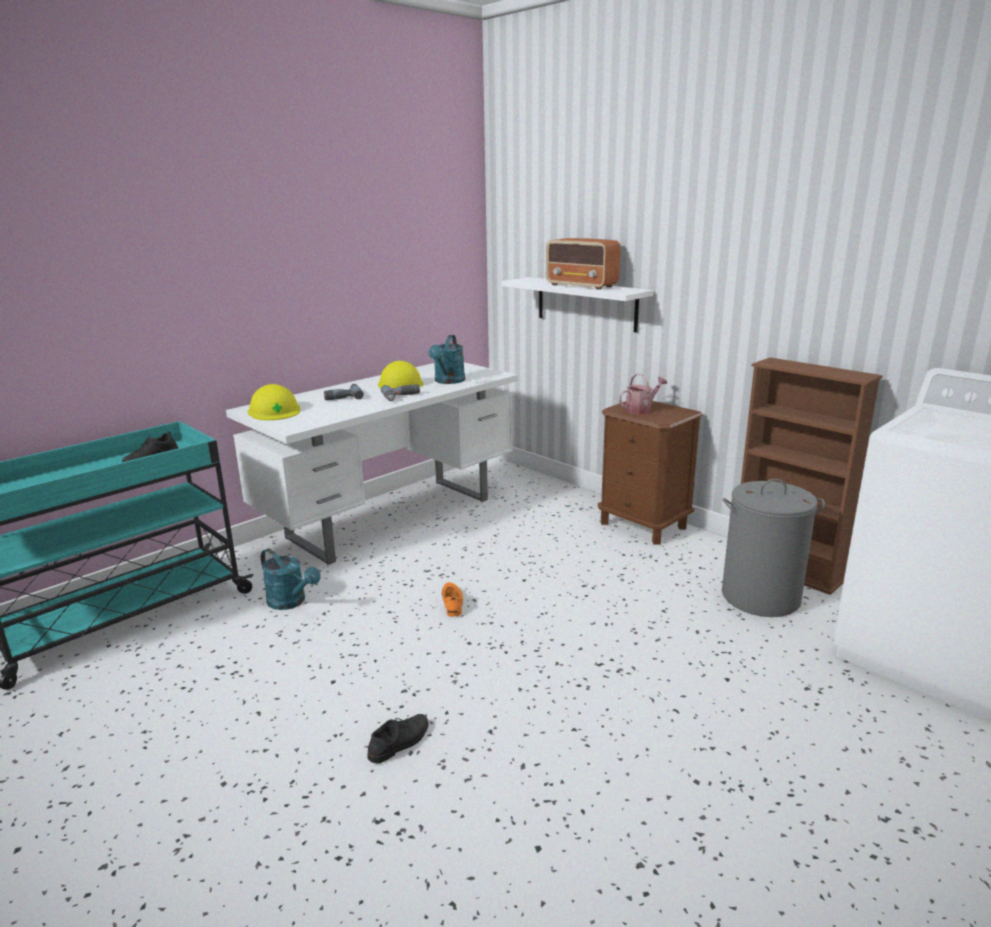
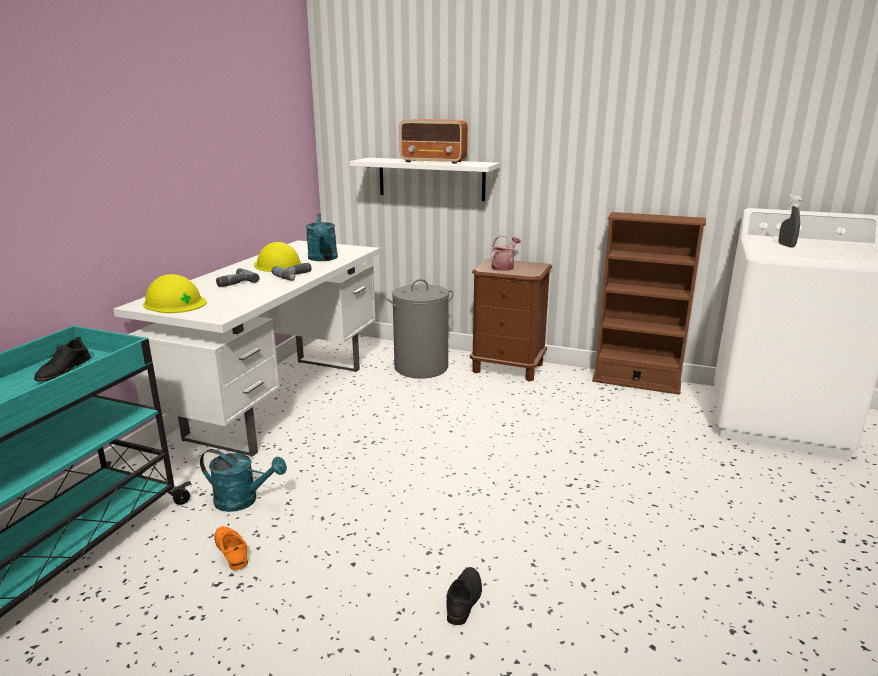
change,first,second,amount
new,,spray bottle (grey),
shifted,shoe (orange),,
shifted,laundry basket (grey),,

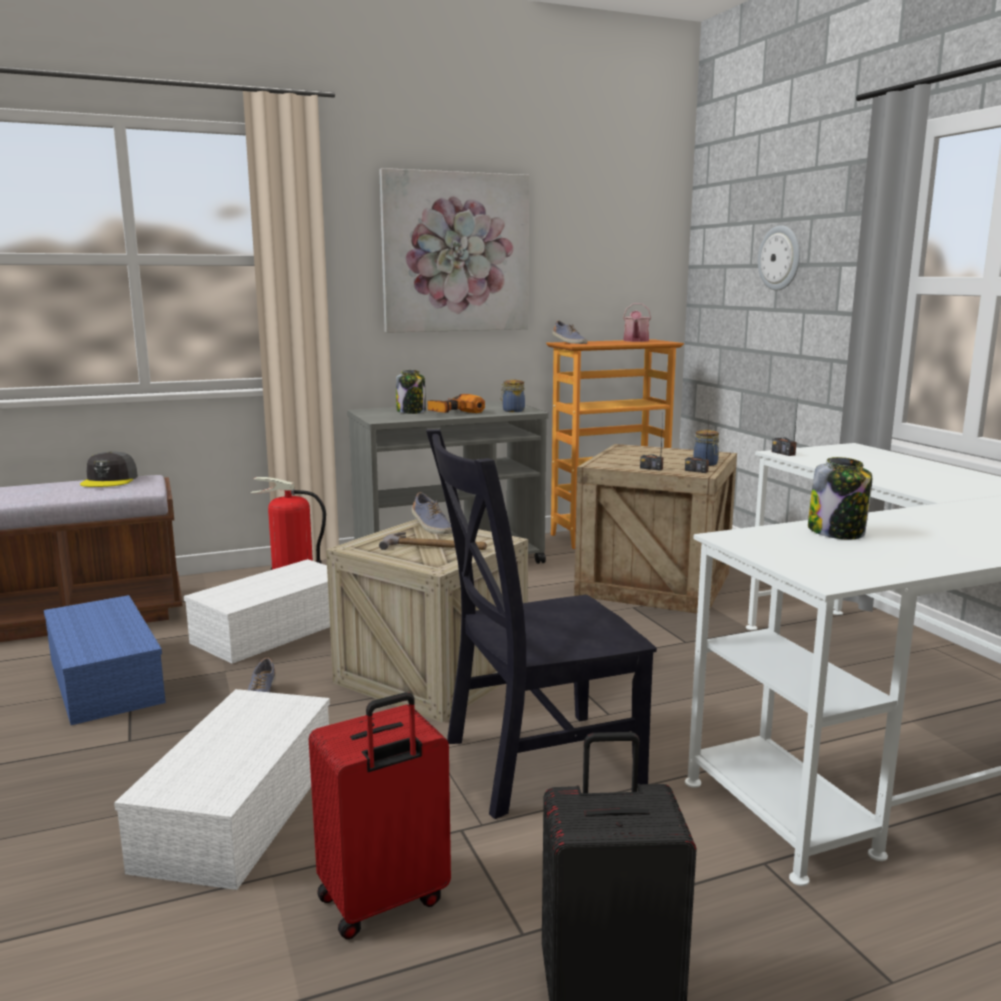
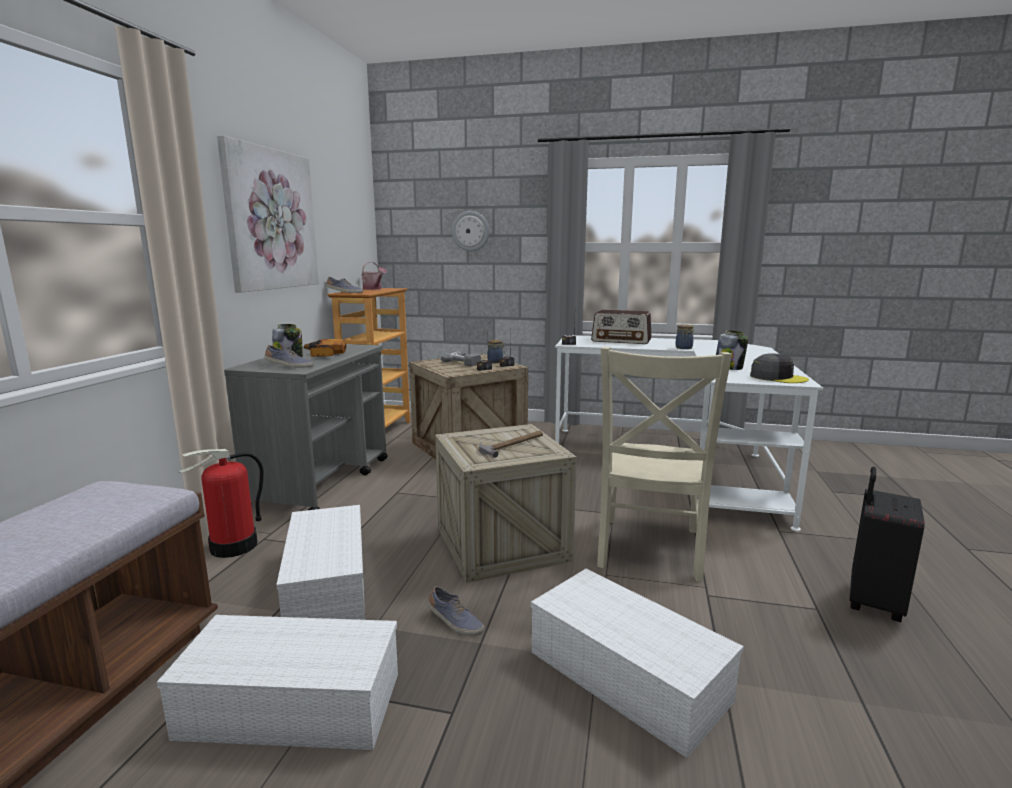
change,first,second,amount
gone,suitcase (red),,
new,,power drill (no. 2 from left),
new,,radio (no. 4 from left),
shifted,cap (grey),,
shifted,shoe (no. 2 from left in the first image),shoe (no. 1 from left),
shifted,jar (no. 2 from left in the first image),jar (no. 3 from left),
repainted,storage box (blue),storage box (white) (no. 1 from left),
repainted,chair (black),chair (beige),

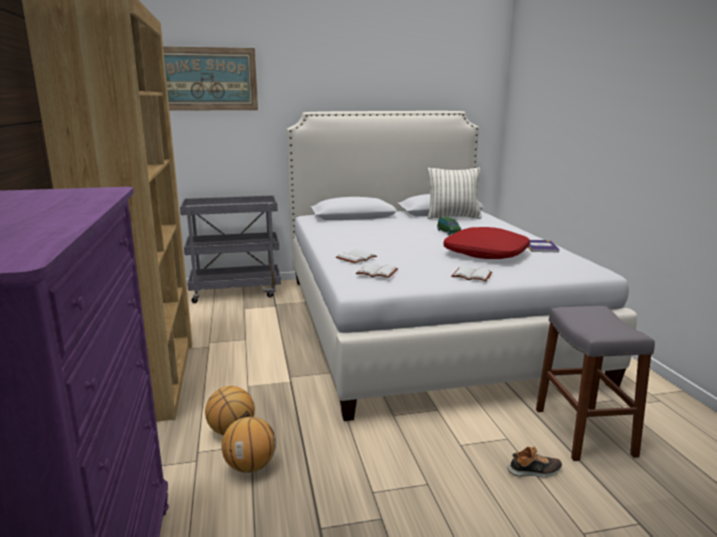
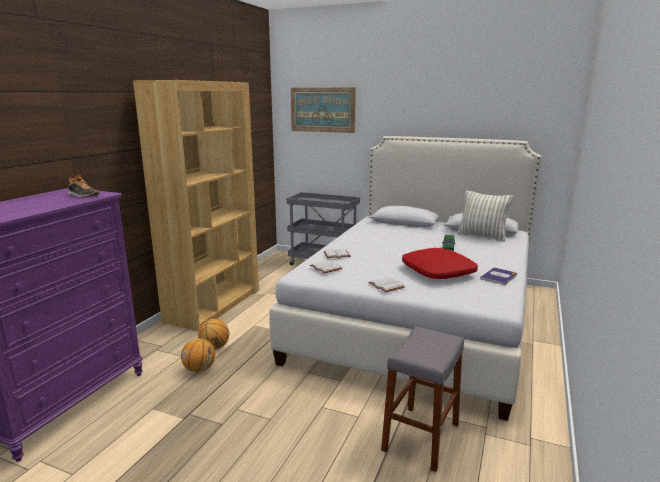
change,first,second,amount
shifted,shoe,,

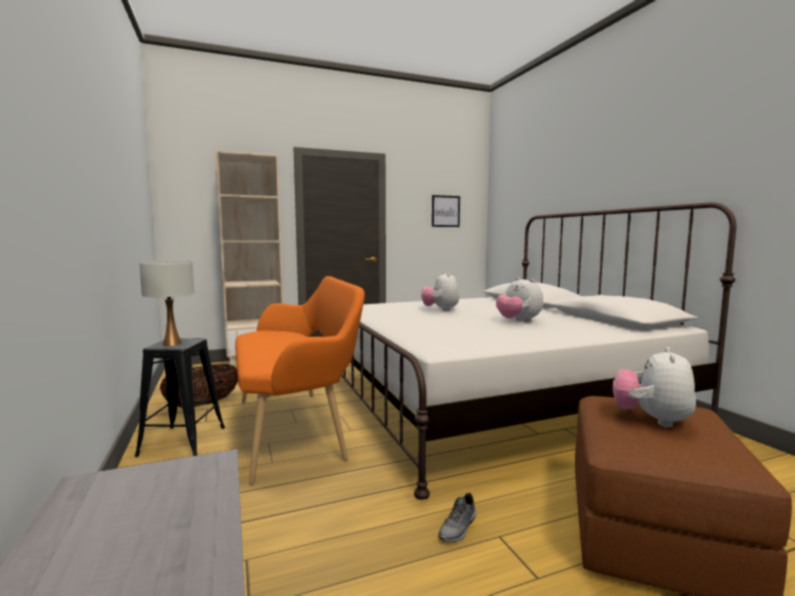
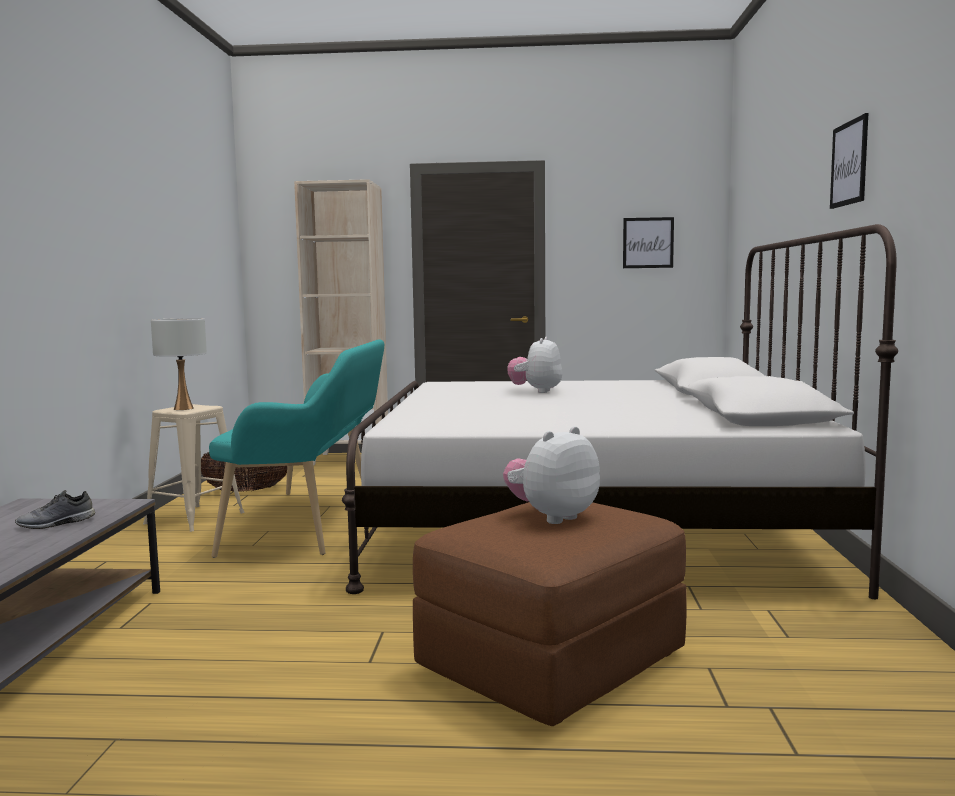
change,first,second,amount
gone,plush toy (no. 2 from left),,
new,,picture (no. 2 from left),
shifted,shoe (grey),,
repainted,stool (black),stool (beige),
repainted,bench (orange),bench (turquoise),

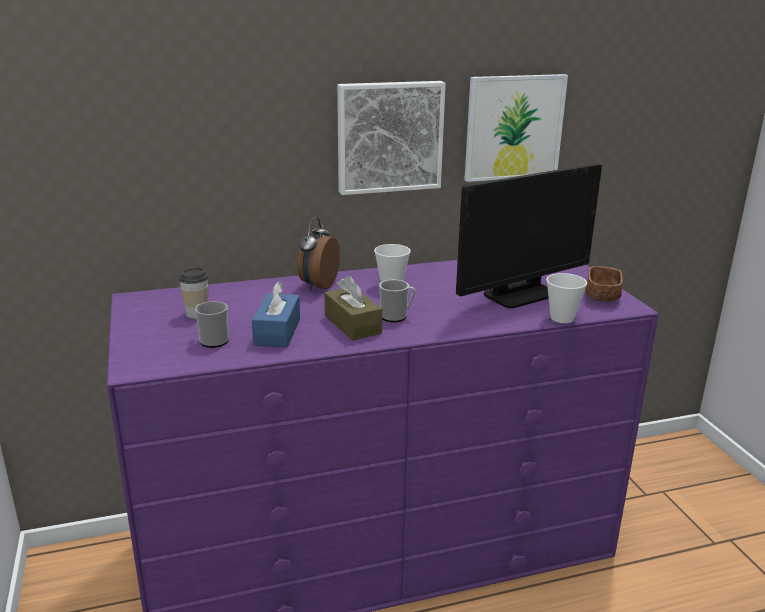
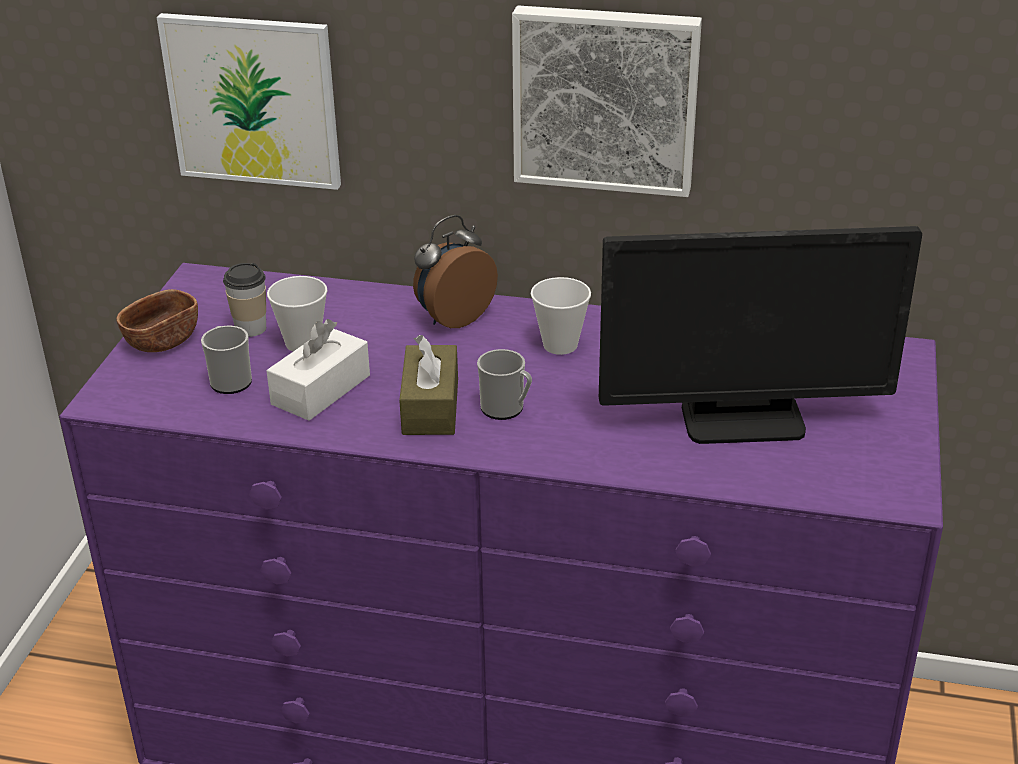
change,first,second,amount
shifted,picture (no. 2 from left in the first image),picture (no. 1 from left),
shifted,cup (no. 3 from left in the first image),cup (no. 2 from left),
shifted,bowl (brown),,
repainted,tissue box (blue),tissue box (white),

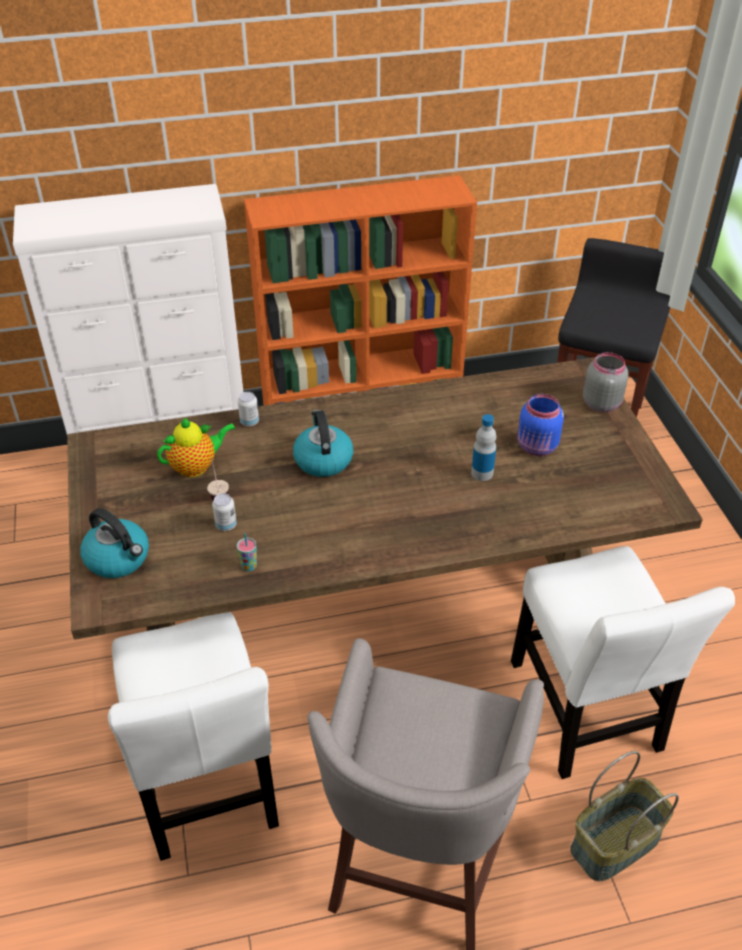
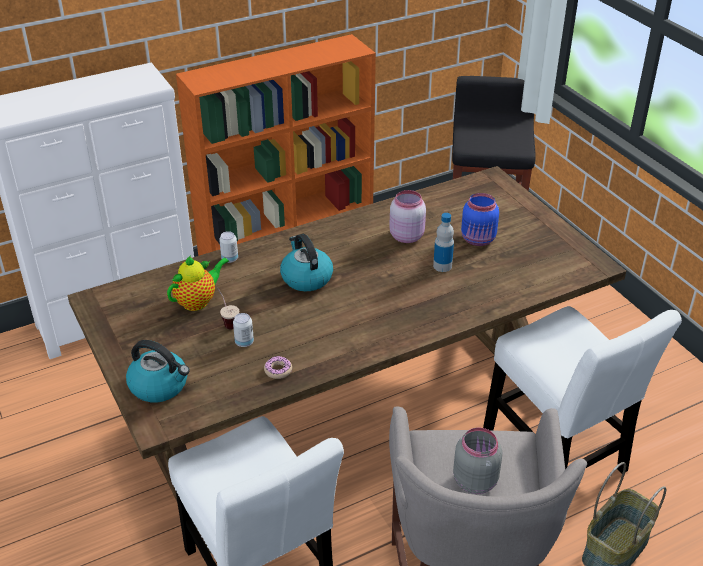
change,first,second,amount
new,,jar (pink),
shifted,jar (grey),,
swapped,cup (no. 2 from left),donut,

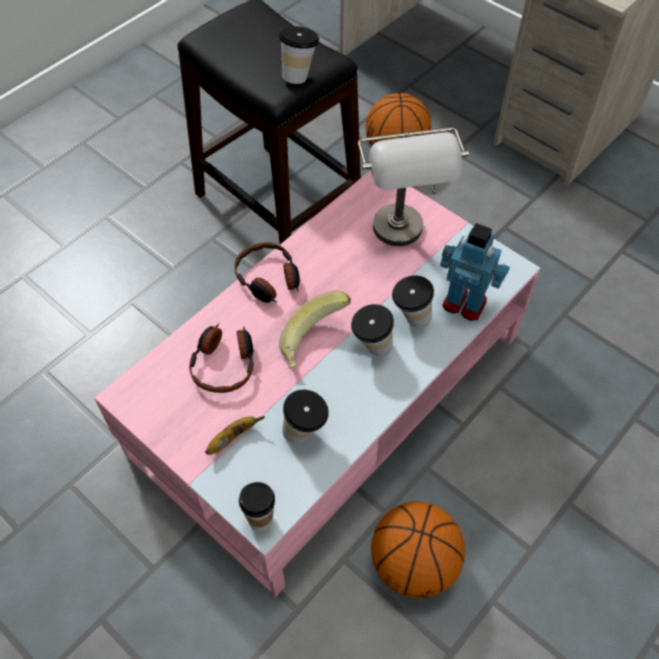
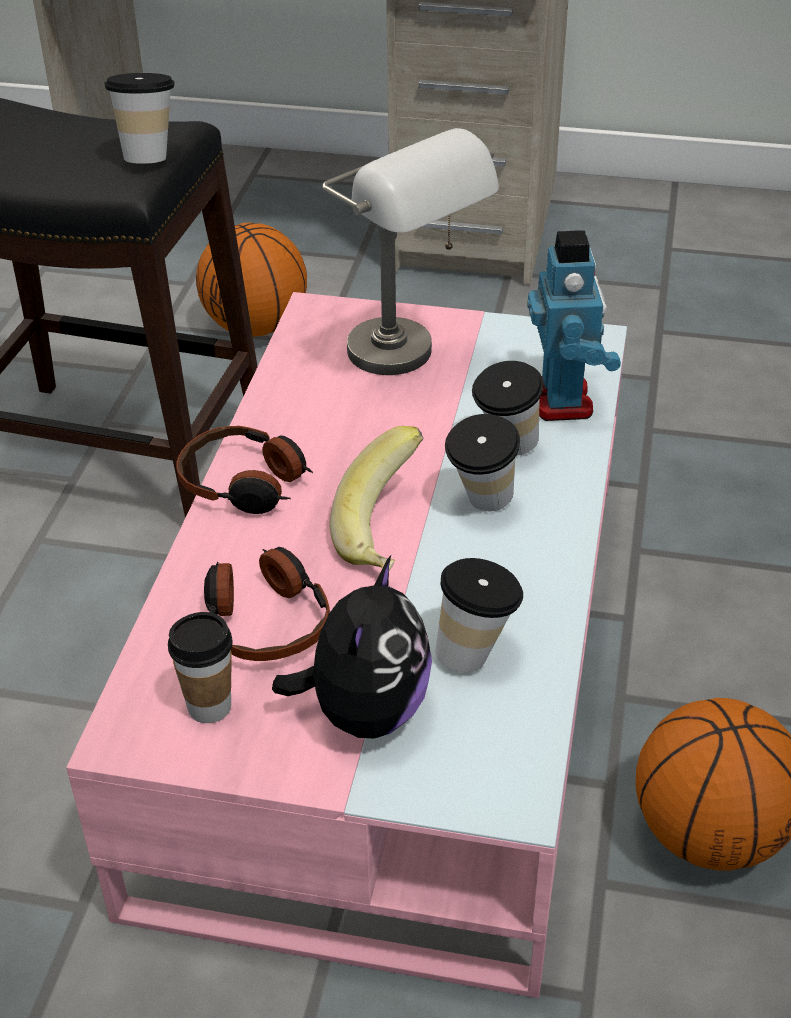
change,first,second,amount
shifted,cup (no. 1 from left in the first image),cup (no. 2 from left),
swapped,banana (no. 1 from left),plush toy,
rotated,toy robot,,90 degrees clockwise

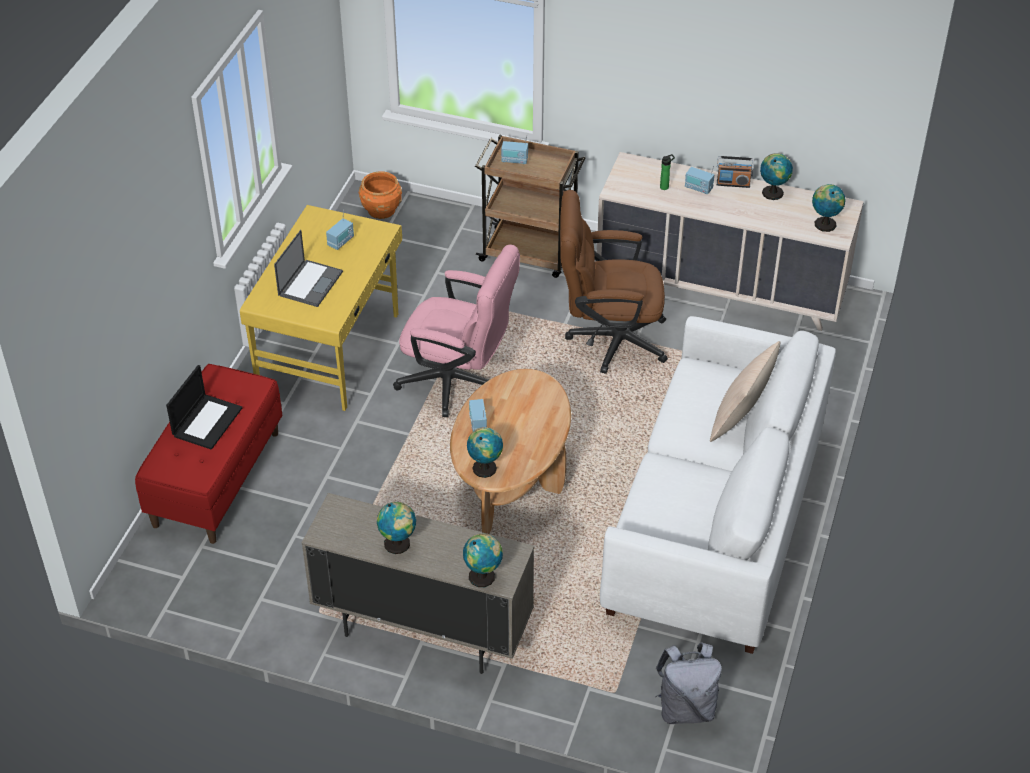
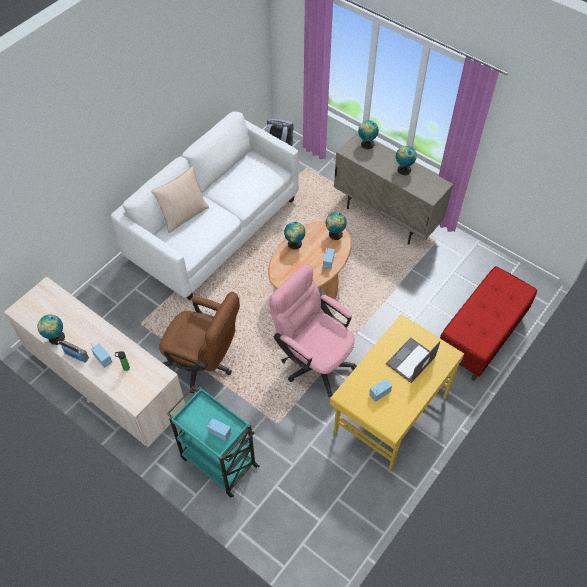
change,first,second,amount
gone,laptop (no. 1 from left),,
gone,planter (orange),,
shifted,globe (no. 5 from left in the first image),globe (no. 2 from left),
repainted,cart (brown),cart (turquoise),

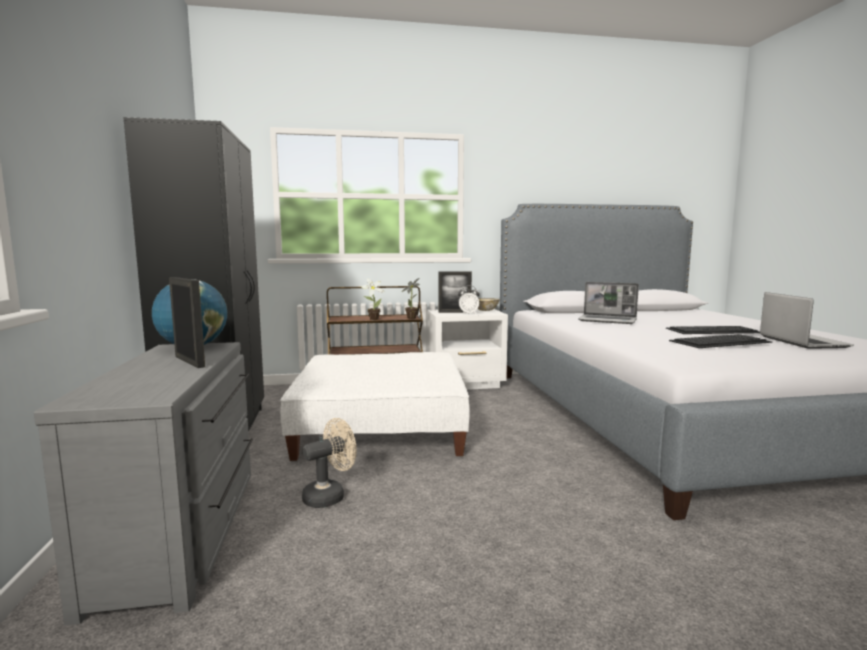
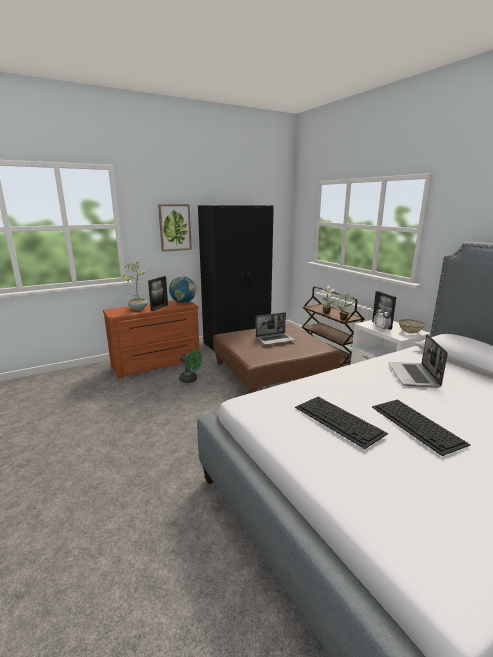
change,first,second,amount
new,,potted plant (no. 1 from left),
new,,picture,
shifted,laptop (no. 2 from left in the first image),laptop (no. 1 from left),
repainted,dresser (grey),dresser (brown),
repainted,ottoman (white),ottoman (brown),
repainted,fan (beige),fan (green),

